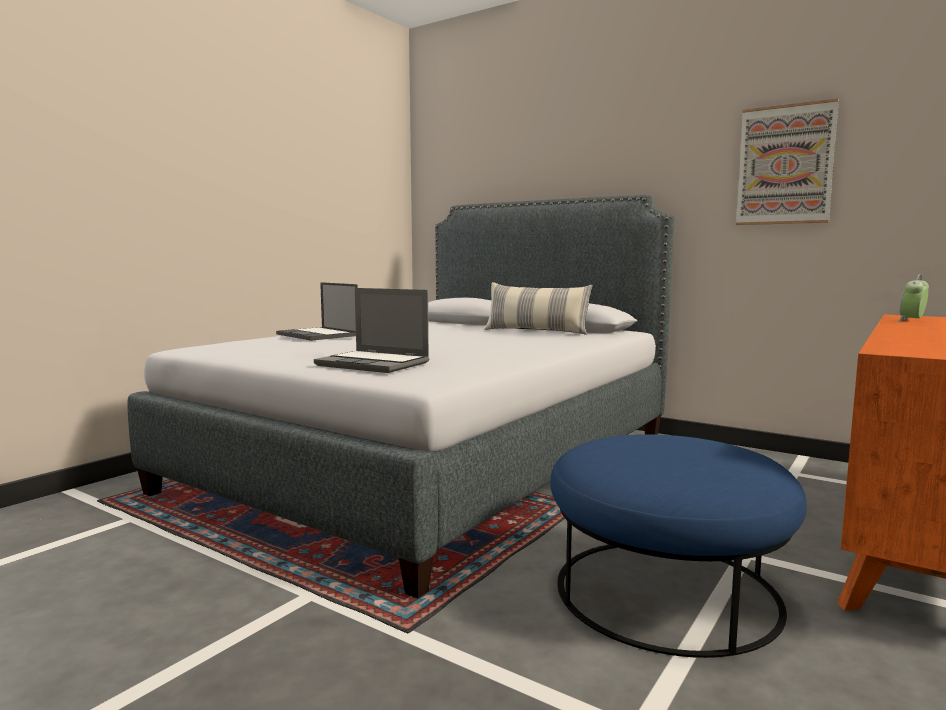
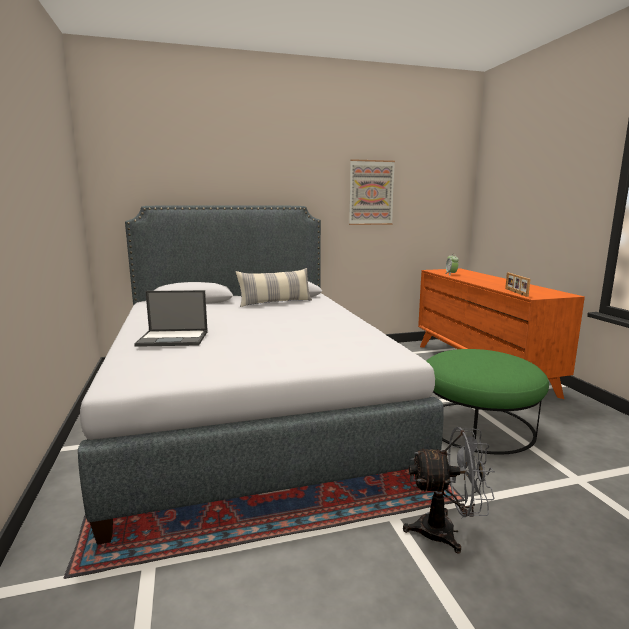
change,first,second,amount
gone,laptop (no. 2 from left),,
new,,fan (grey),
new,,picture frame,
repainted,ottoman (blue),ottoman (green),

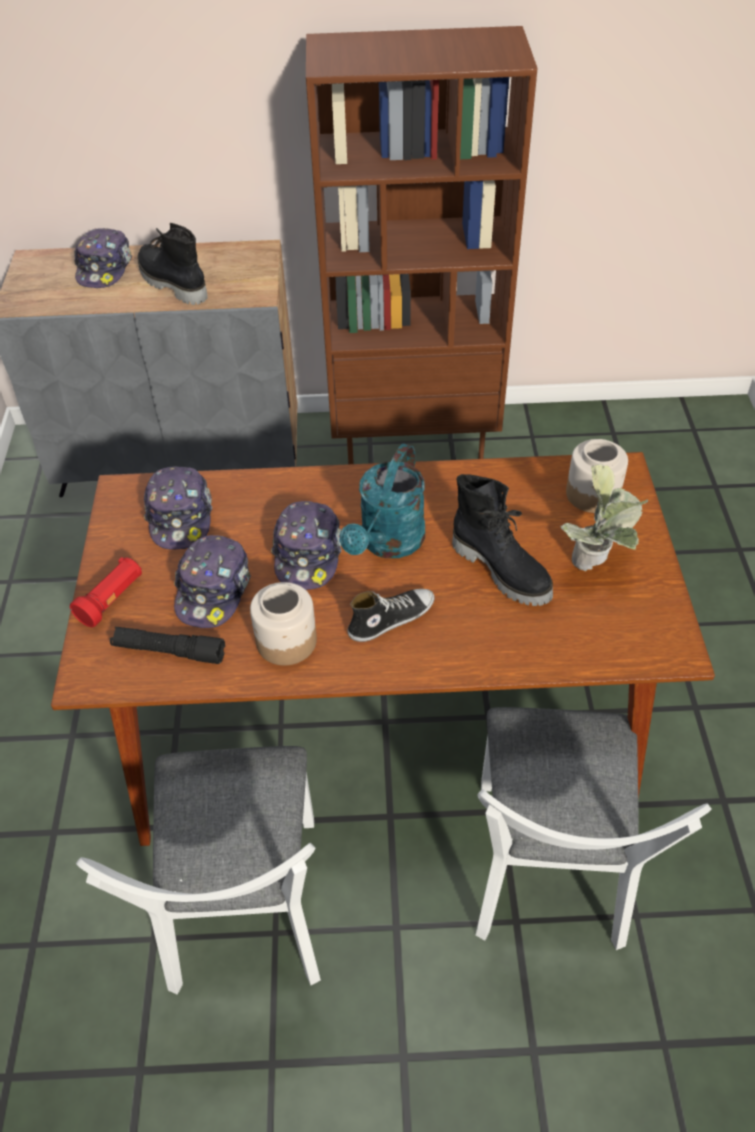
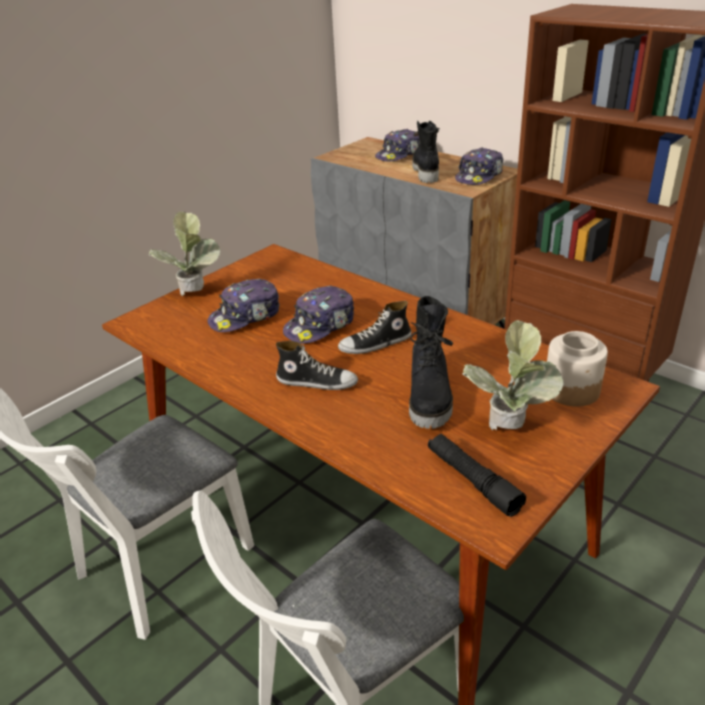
change,first,second,amount
gone,jar (no. 1 from left),,
shifted,flashlight (black),,
shifted,cap (no. 2 from left in the first image),cap (no. 4 from left),
swapped,flashlight (red),potted plant (no. 1 from left),
swapped,watering can (turquoise),shoe (no. 2 from left),

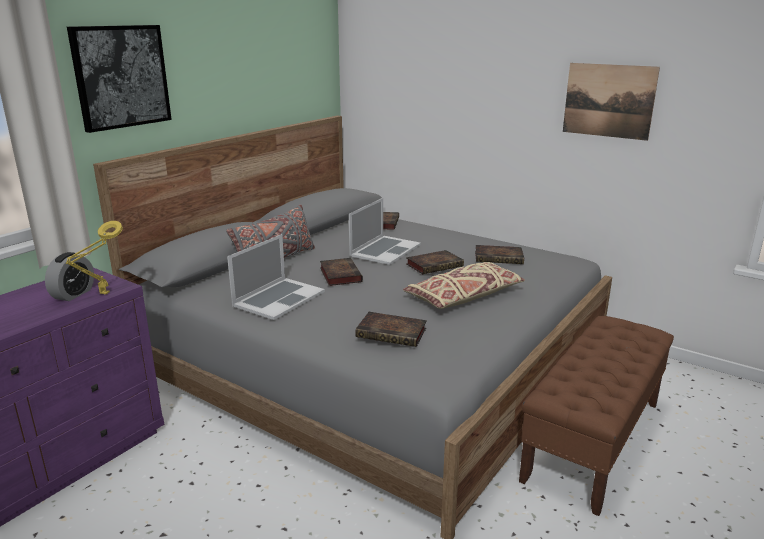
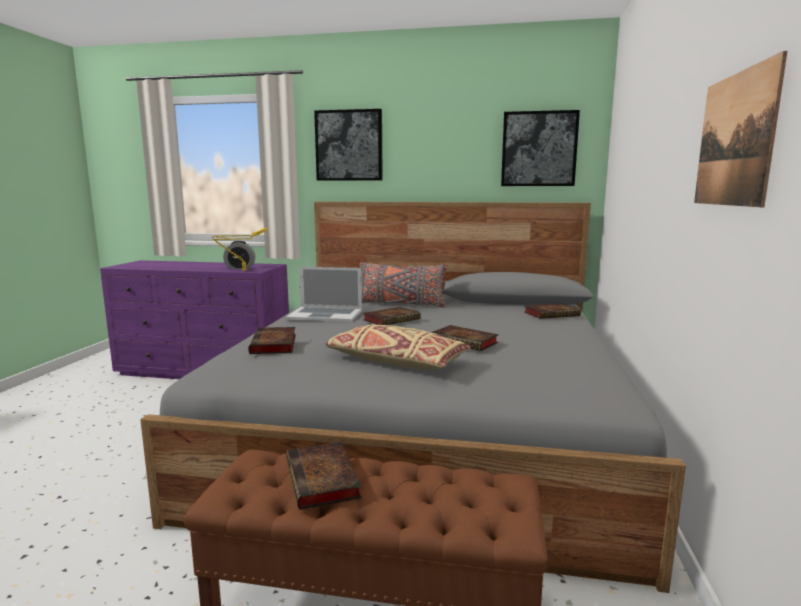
change,first,second,amount
gone,laptop (no. 2 from left),,
new,,picture (no. 2 from left),
shifted,book (no. 5 from left in the first image),book (no. 2 from left),

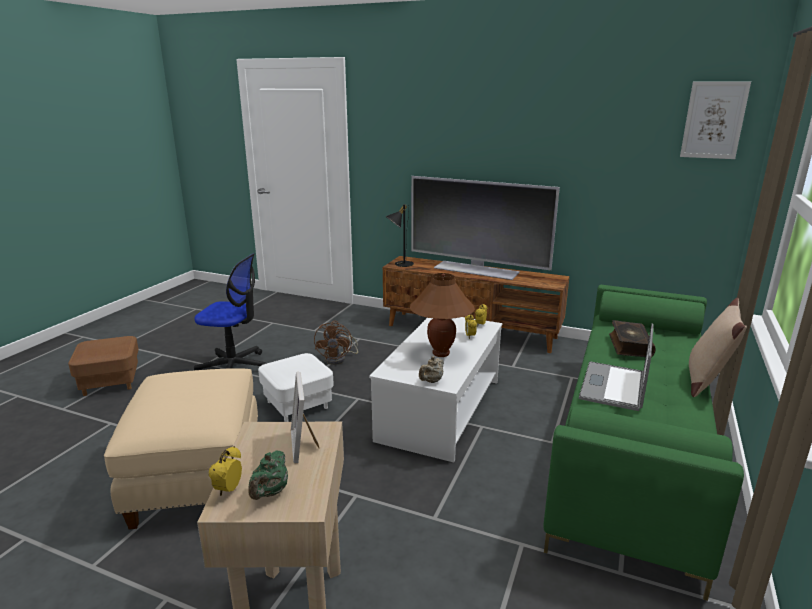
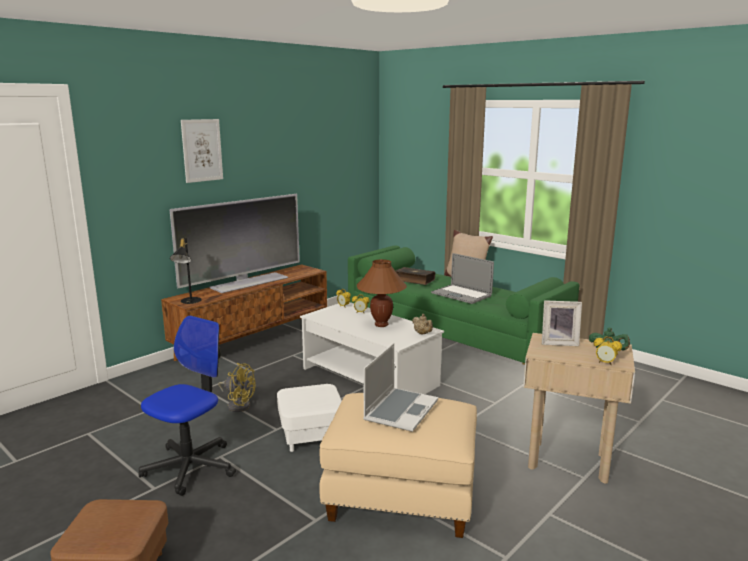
change,first,second,amount
new,,laptop (no. 1 from left),
shifted,picture,,
repainted,fan (brown),fan (yellow),

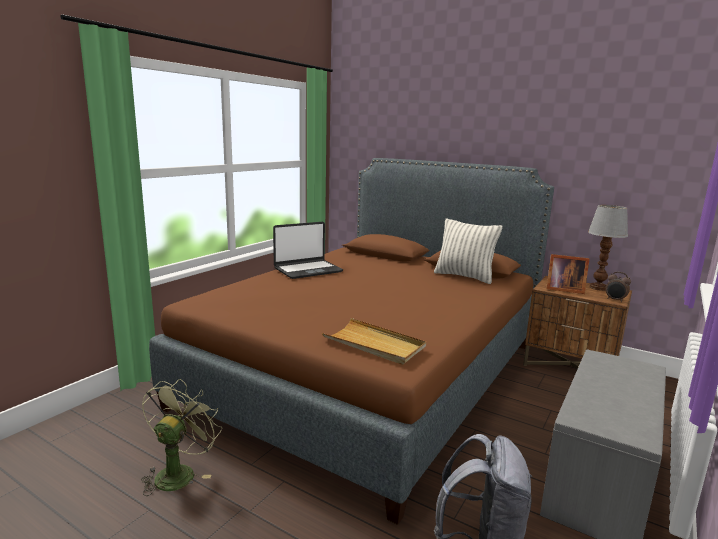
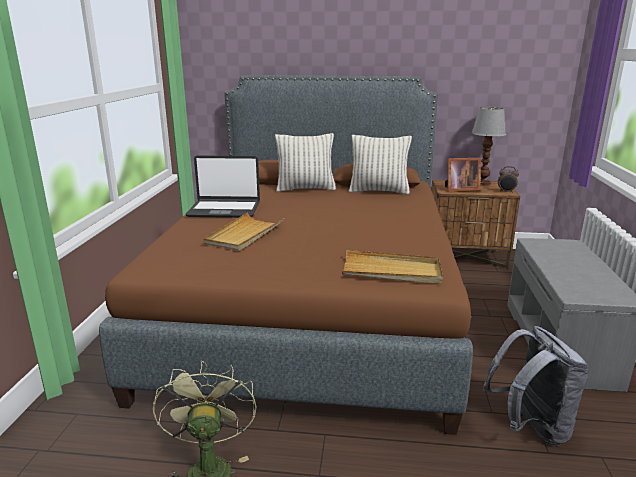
change,first,second,amount
new,,tray (beige) (no. 1 from left),
new,,pillow (no. 1 from left),
rotated,laptop,,60 degrees clockwise

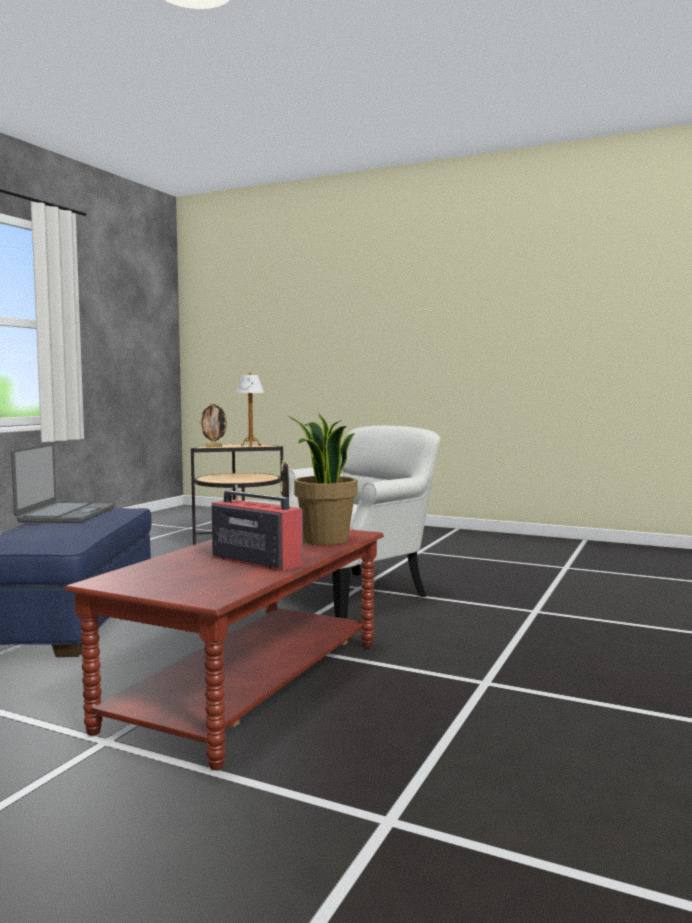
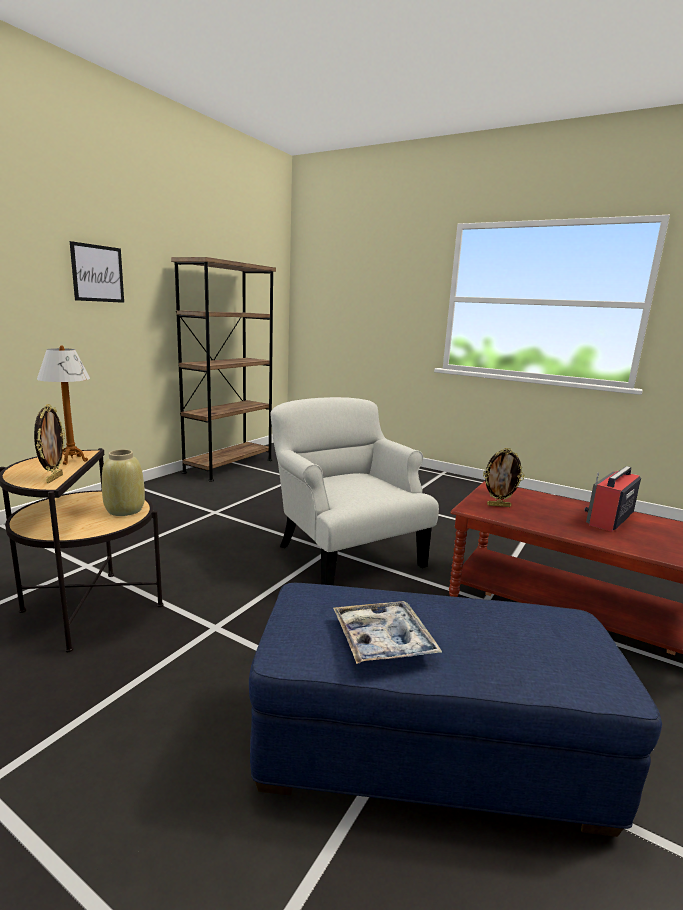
change,first,second,amount
gone,potted plant,,
new,,picture,
new,,vase (beige),
new,,bookcase (brown),
swapped,laptop,tray,

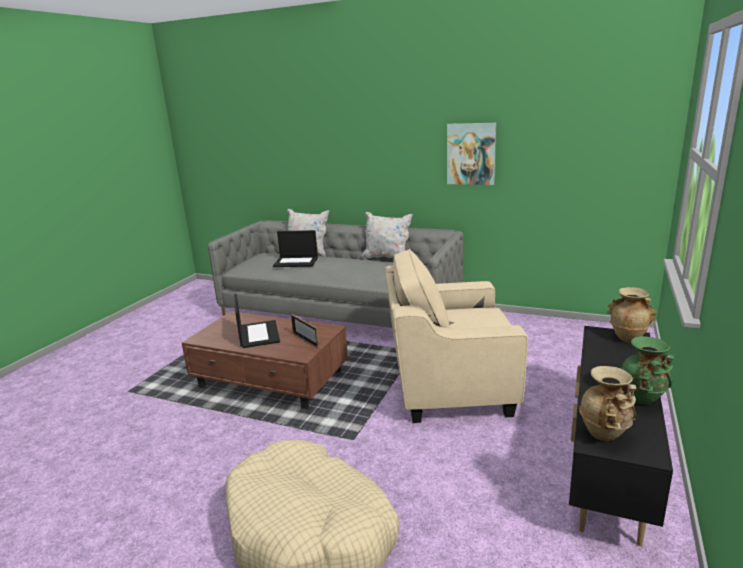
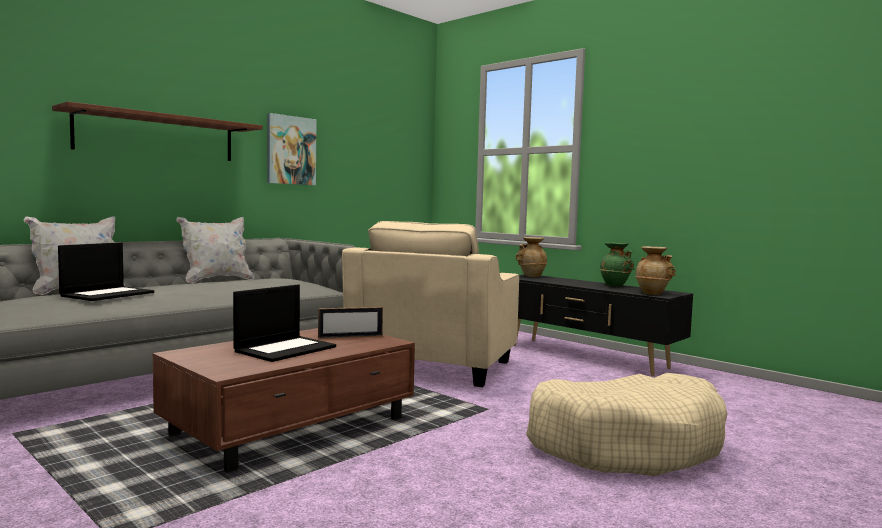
change,first,second,amount
new,,shelf,
rotated,laptop (no. 1 from left in the first image),laptop (no. 2 from left),120 degrees clockwise

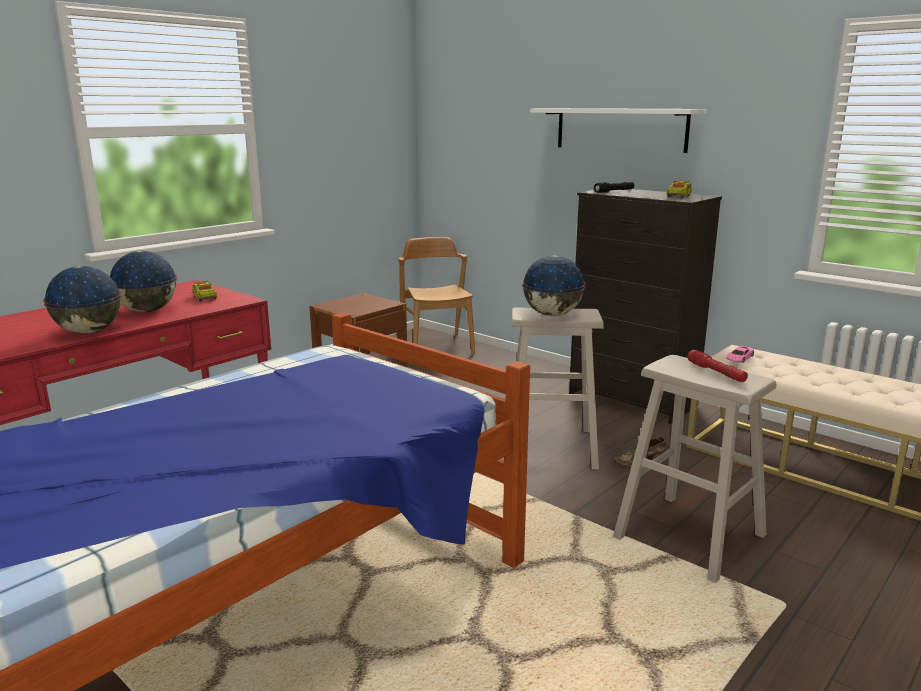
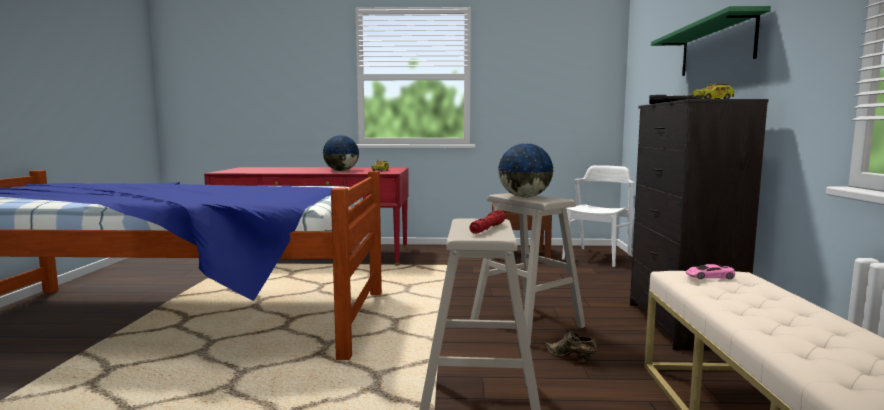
change,first,second,amount
gone,globe (no. 1 from left),,
repainted,chair (brown),chair (white),
repainted,shelf (white),shelf (green),

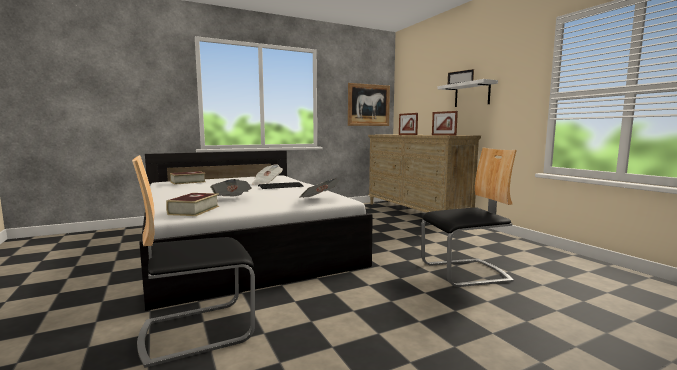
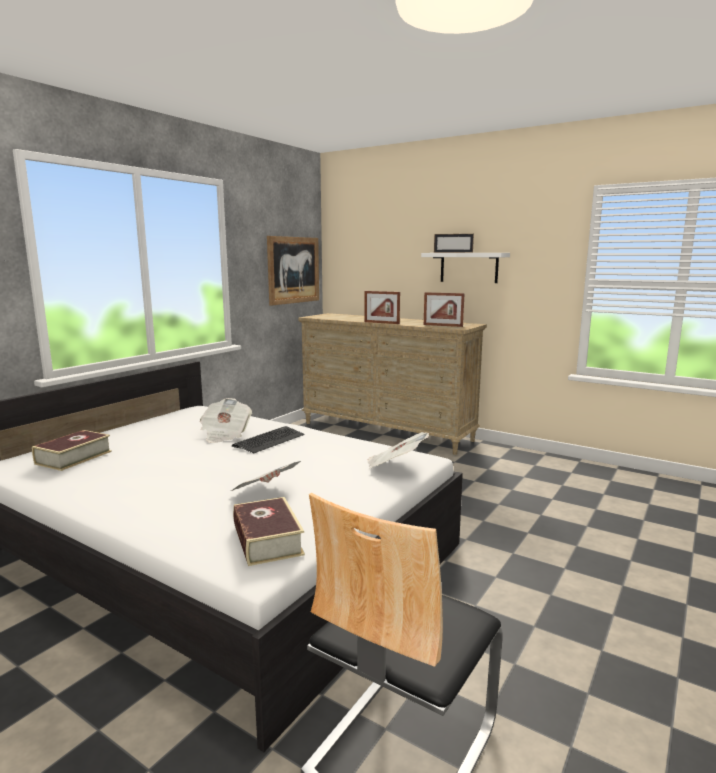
change,first,second,amount
gone,chair (no. 2 from left),,

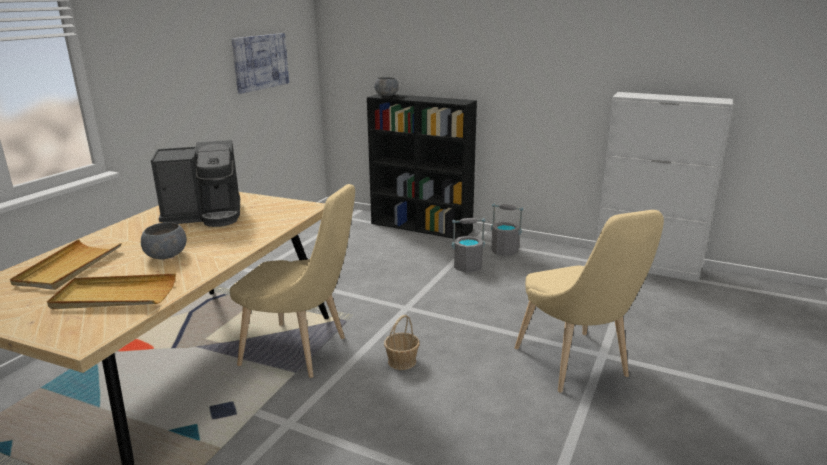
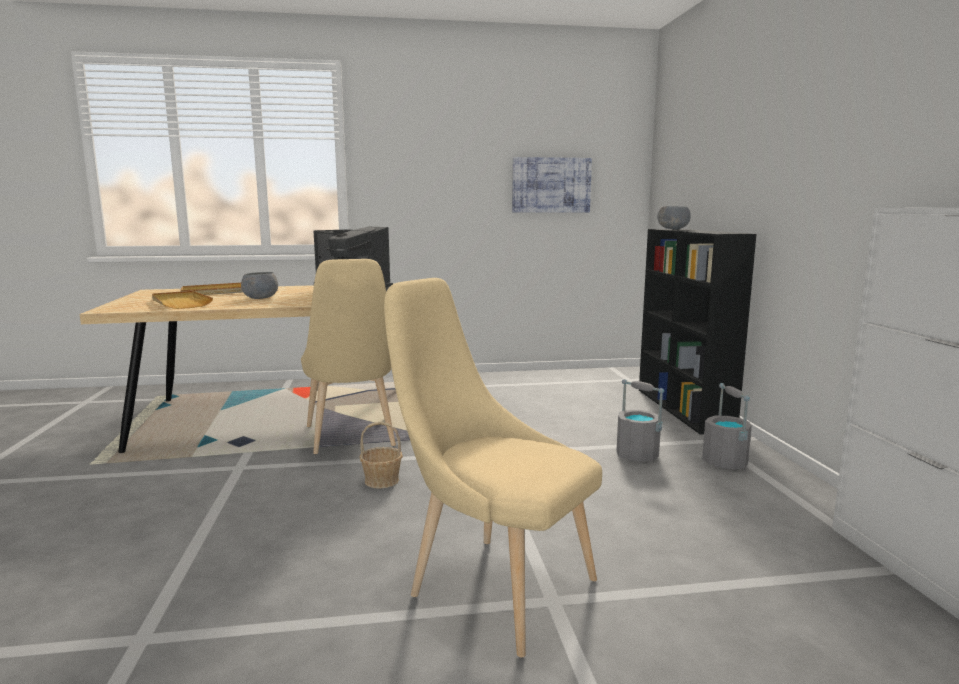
change,first,second,amount
rotated,chair (beige) (no. 2 from left),,90 degrees clockwise

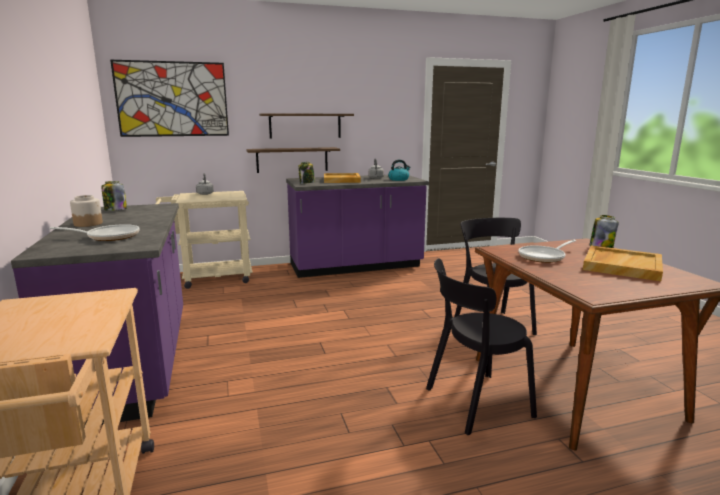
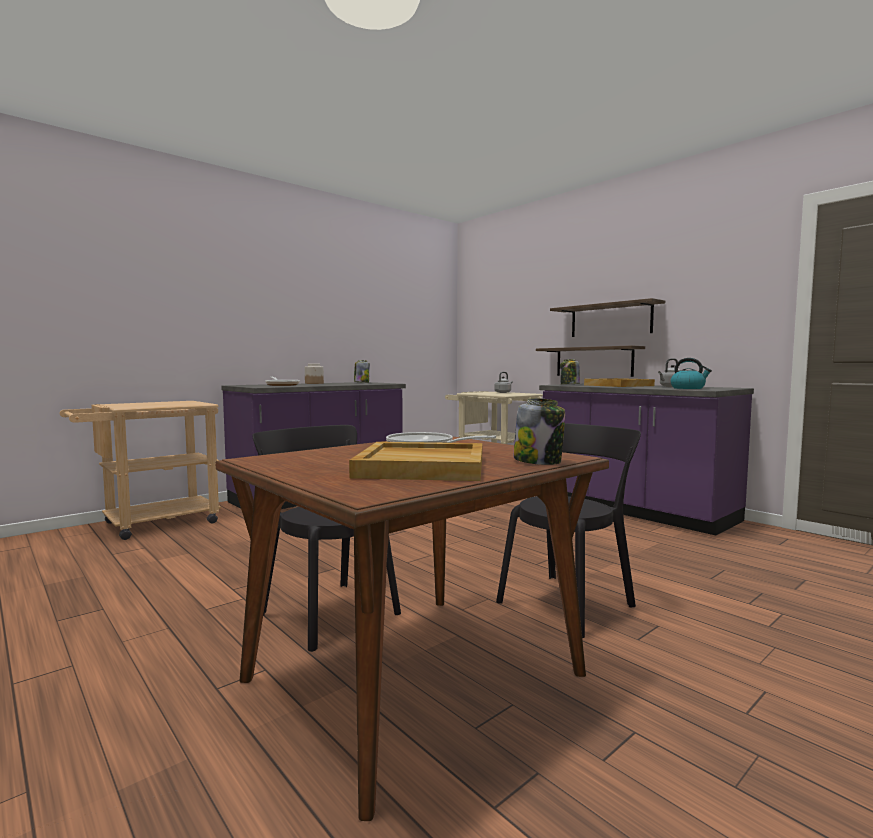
change,first,second,amount
gone,picture,,

